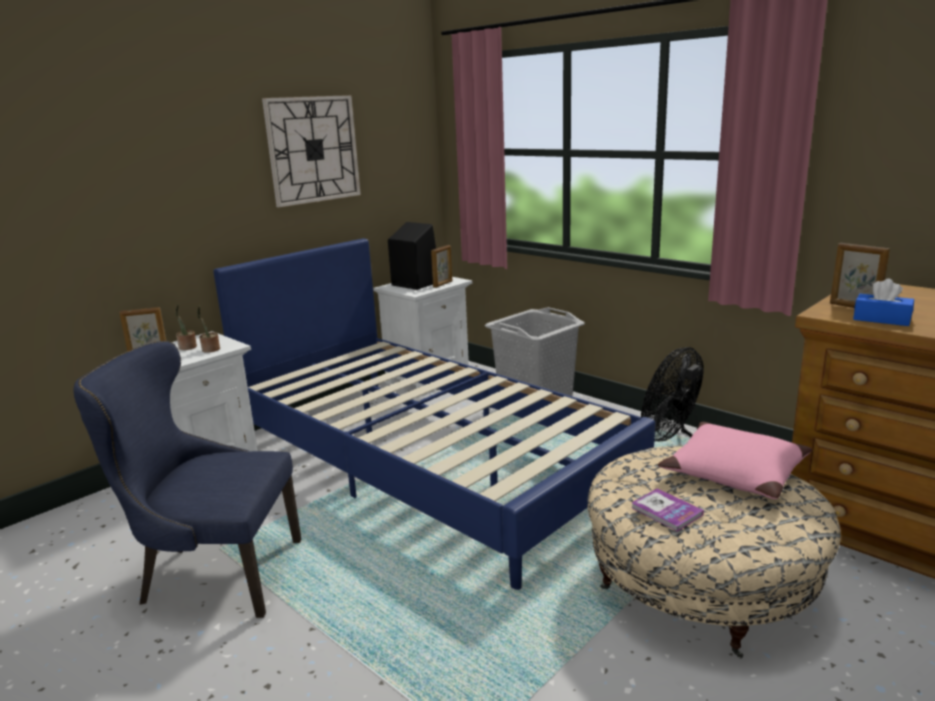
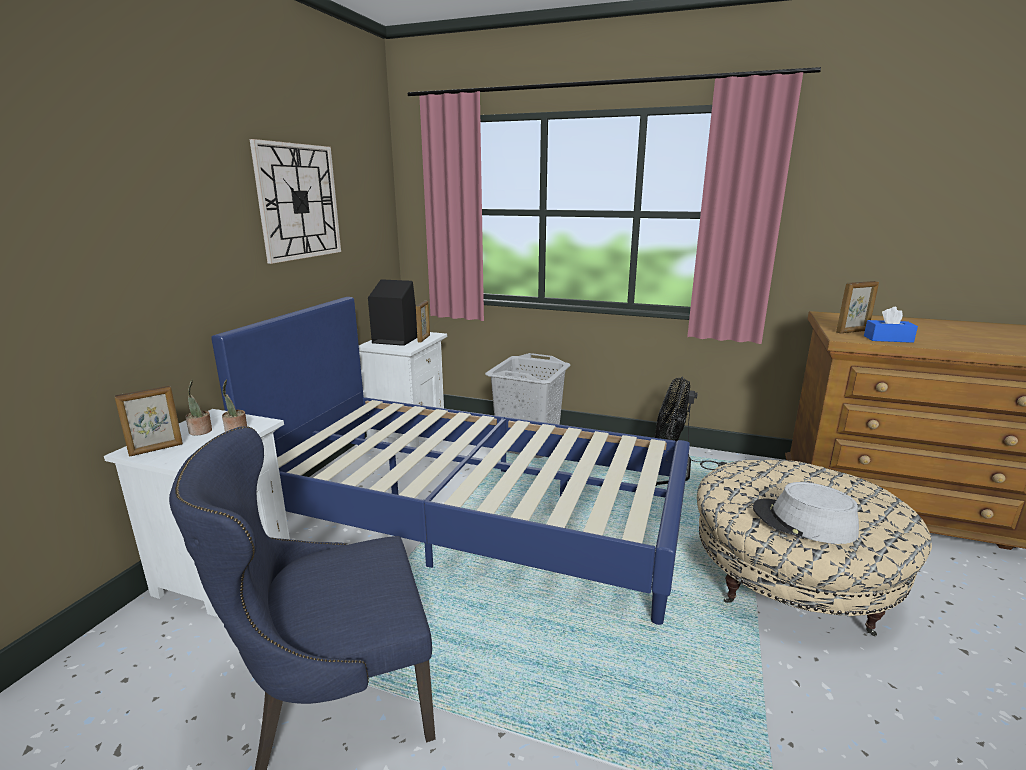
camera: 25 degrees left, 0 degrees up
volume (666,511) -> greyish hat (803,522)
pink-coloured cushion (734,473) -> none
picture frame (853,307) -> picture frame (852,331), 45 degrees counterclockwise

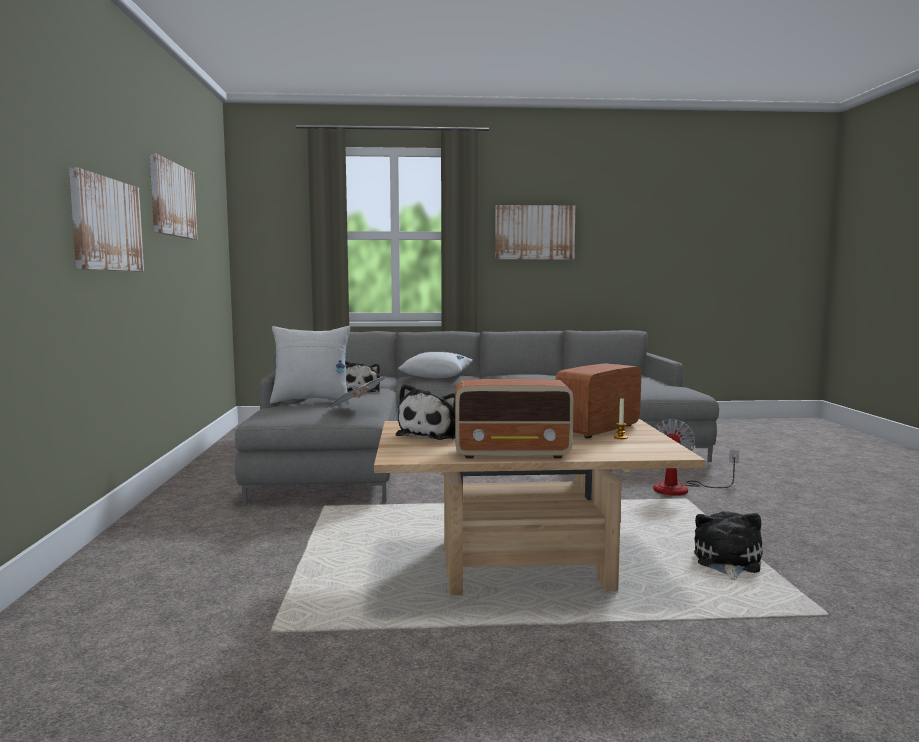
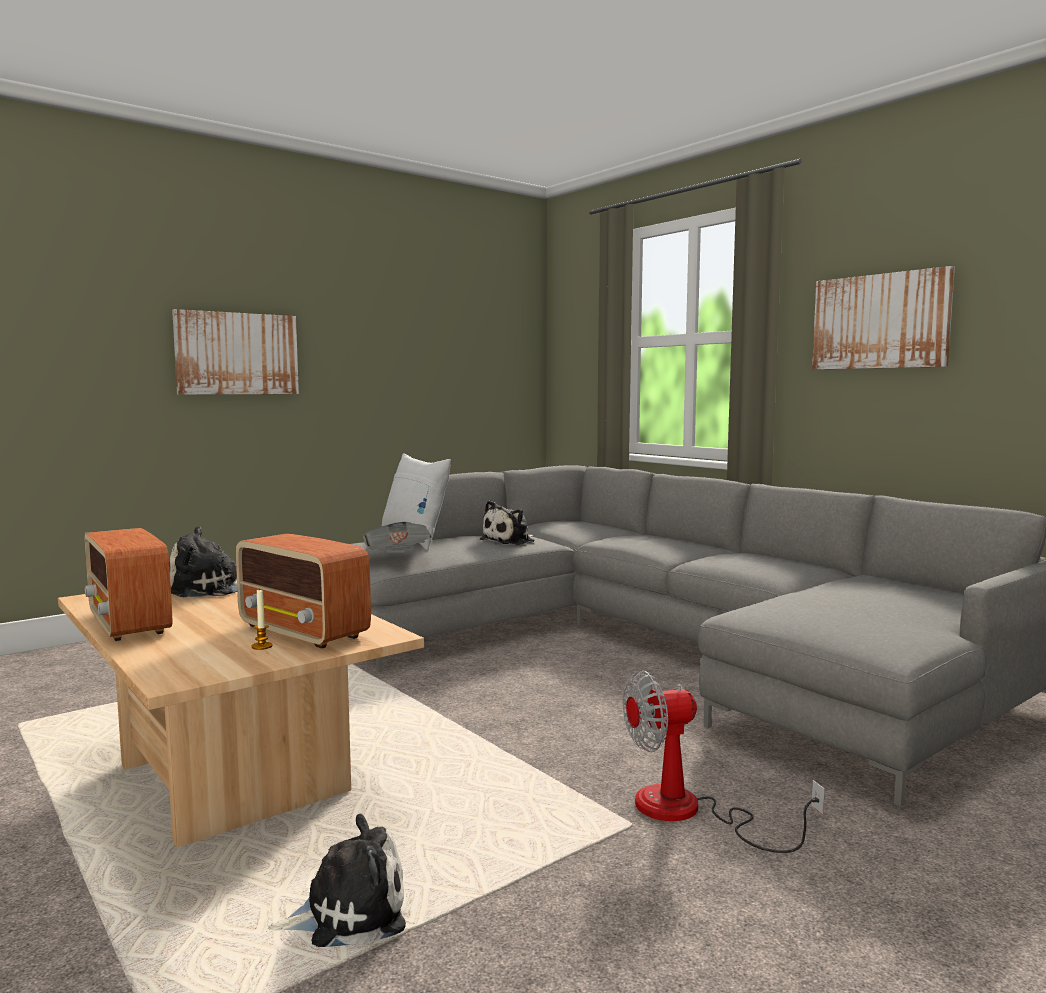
camera: 55 degrees right, 0 degrees up
wall art (172,200) -> none
greyish cushion (436,377) -> none
radio set (597,429) -> radio set (304,632), 150 degrees counterclockwise

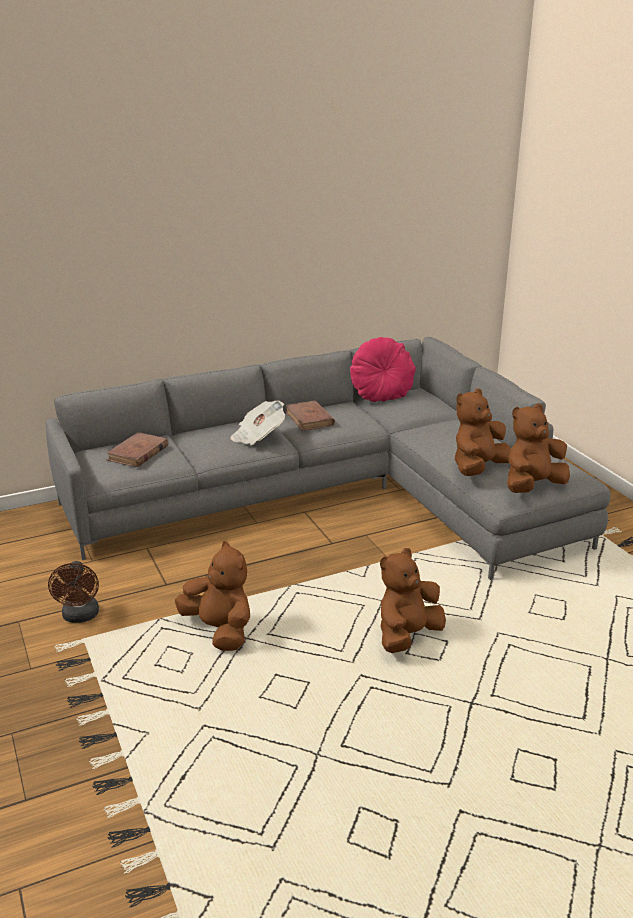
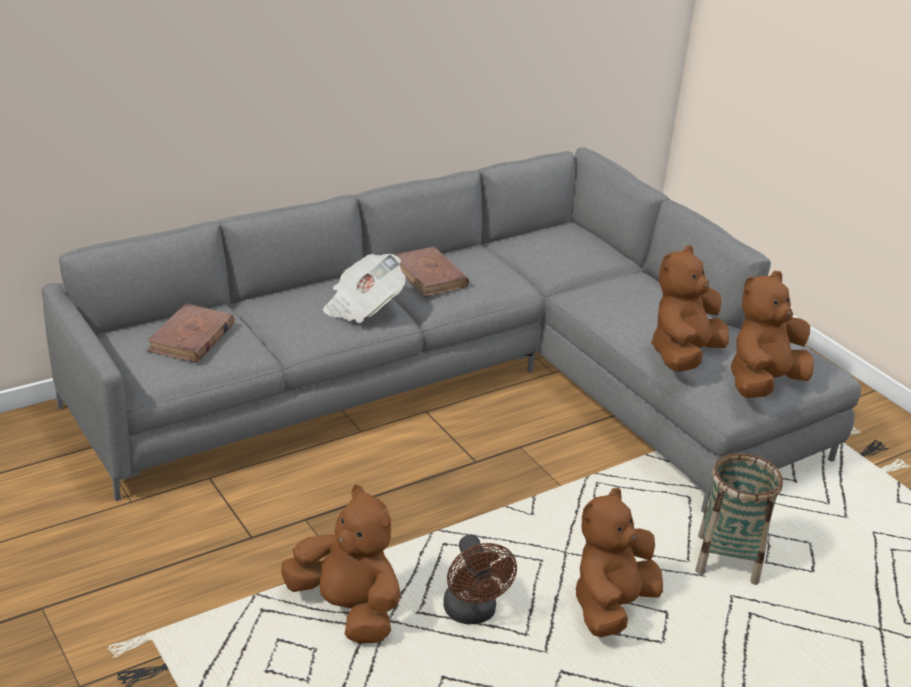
camera: 10 degrees left, 5 degrees up
brown-coloured cooling fan (80,617) -> brown-coloured cooling fan (472,613), move
pink-coloured cushion (381,397) -> none
none -> household basket (727,559)

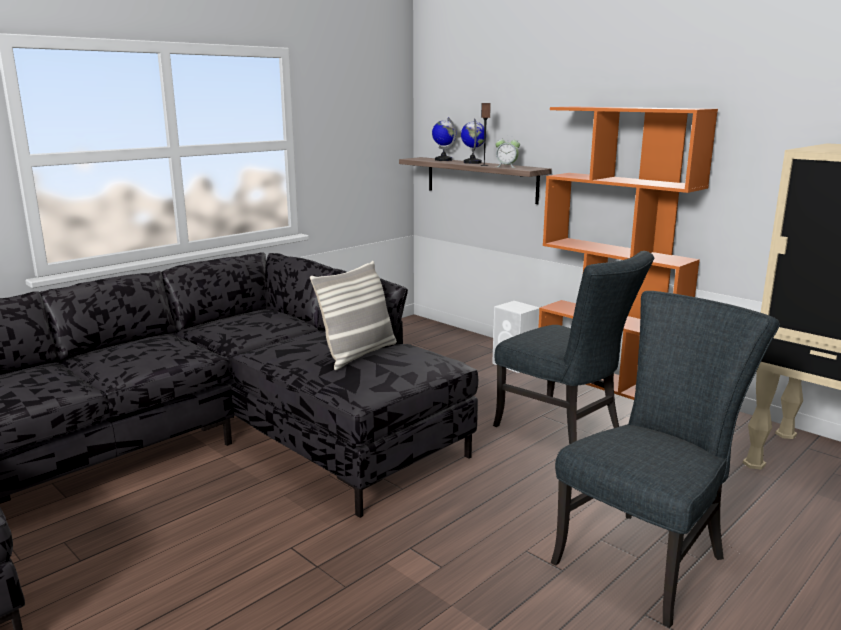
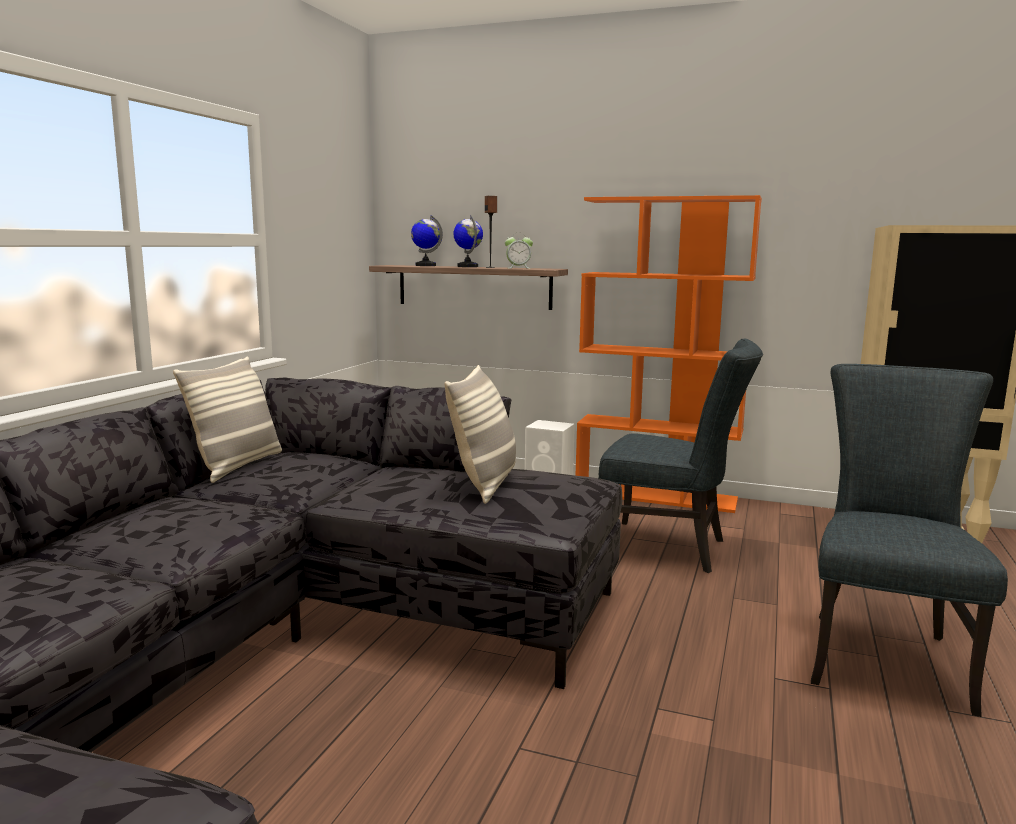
camera: 25 degrees left, 5 degrees down
none -> cushion (237,466)

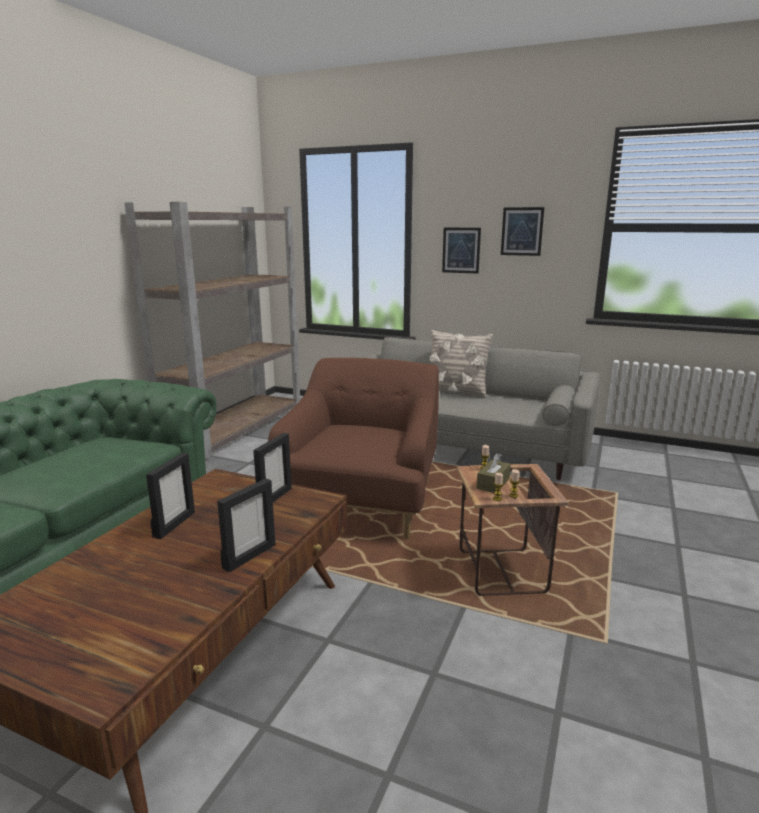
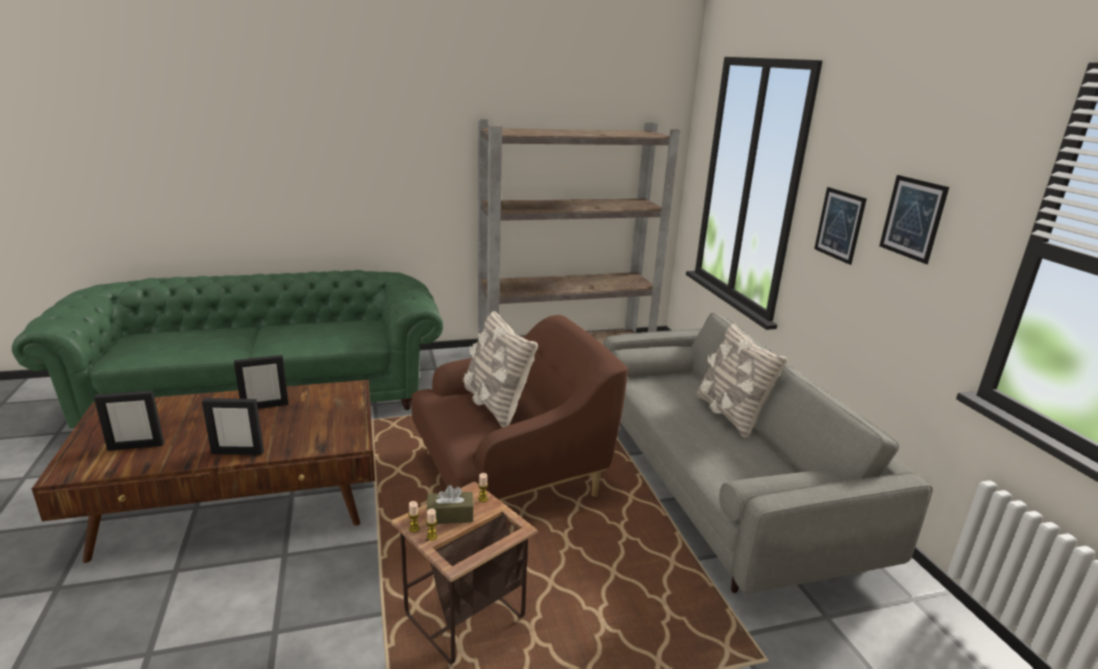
camera: 50 degrees right, 5 degrees up
picture frame (274,498) -> picture frame (136,446), move
none -> sand-coloured cushion (495,405)

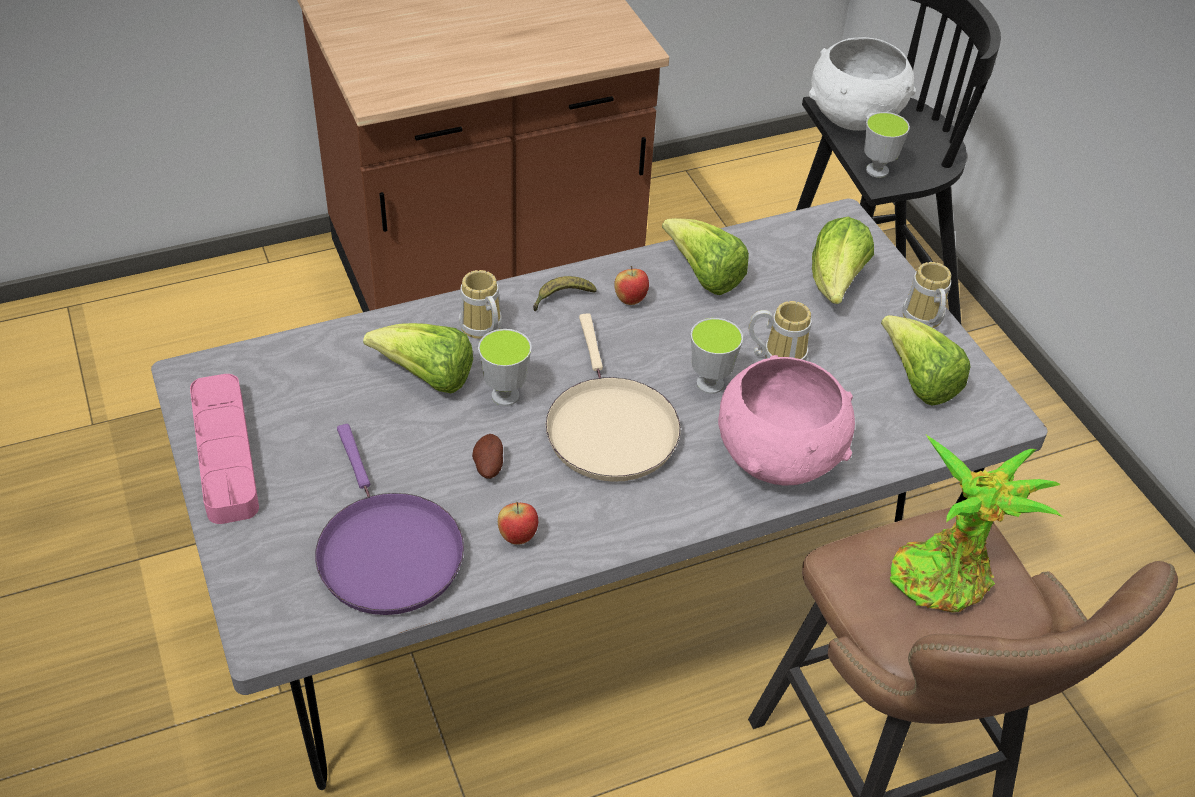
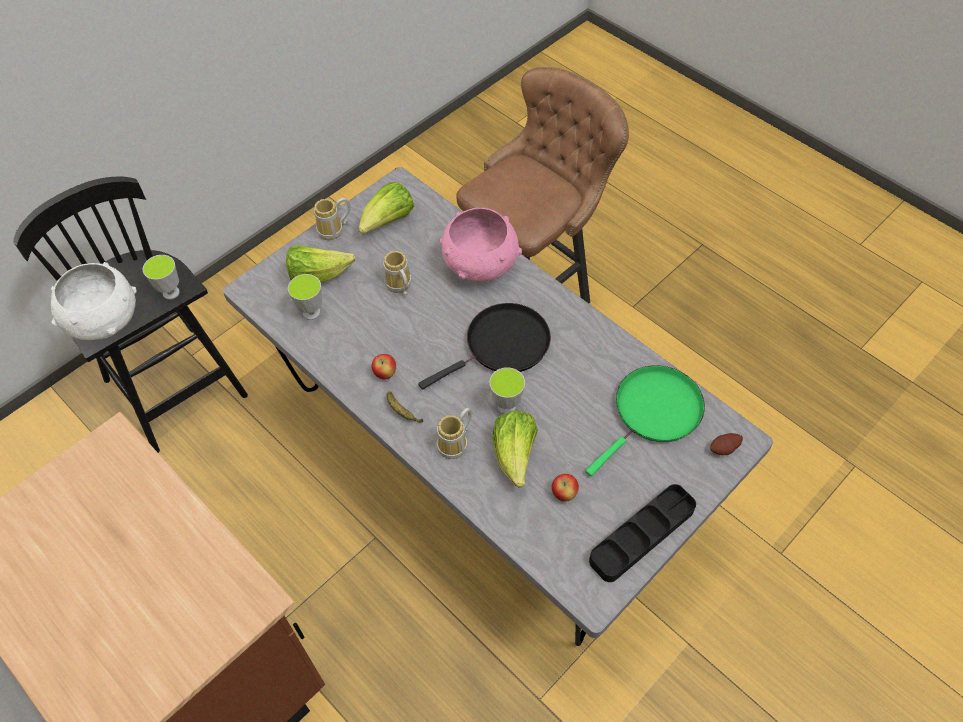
camera: 110 degrees left, 10 degrees up
pink-coloured carrying tray (225,453) -> blackish carrying tray (641,535)
purple-coloured frying pan (386,551) -> green-coloured frying pan (654,412)
potato (487,466) -> potato (724,449), move
whole apple (518,537) -> whole apple (564,494), move
sand-coloured frying pan (609,428) -> blackish frying pan (503,345)
lettuce (704,276) -> none
small cup (710,384) -> small cup (311,313), move
plant in a pot (947,574) -> none

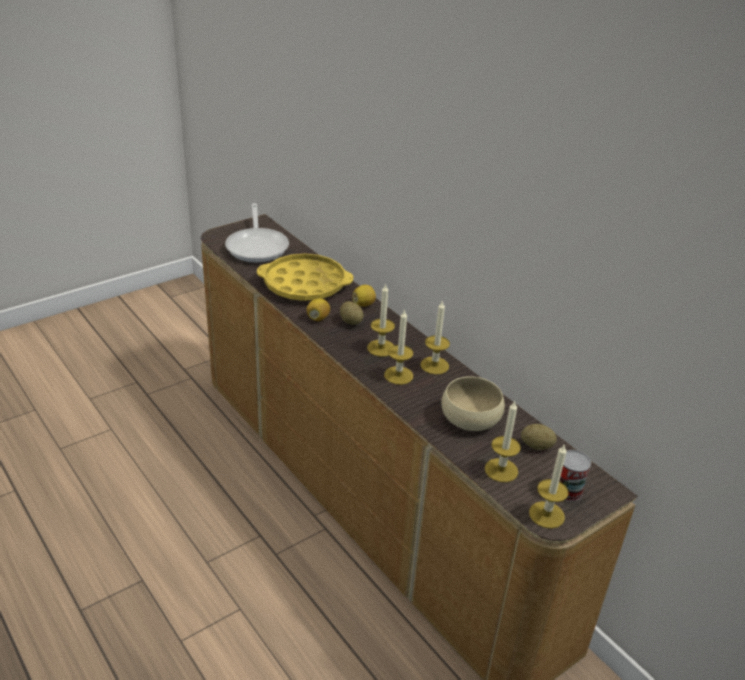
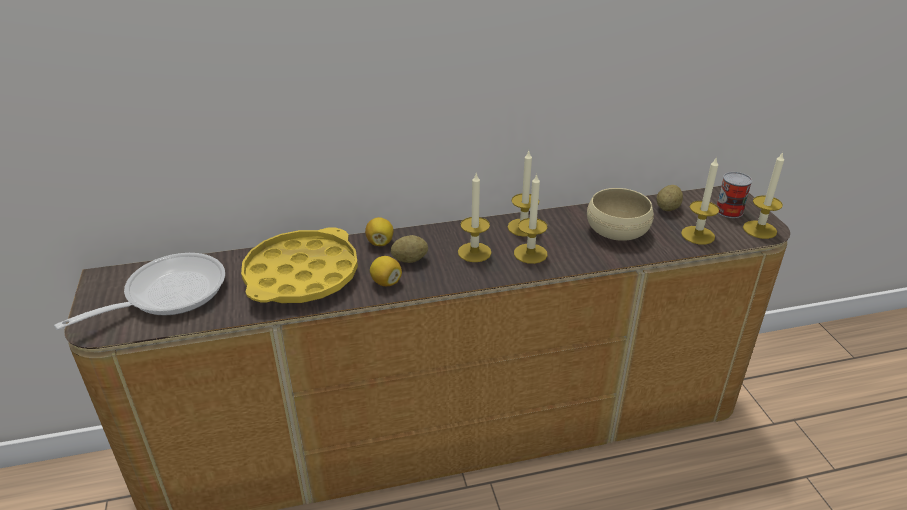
camera: 65 degrees left, 0 degrees up
frying pan (257,246) -> frying pan (167,294), 60 degrees counterclockwise

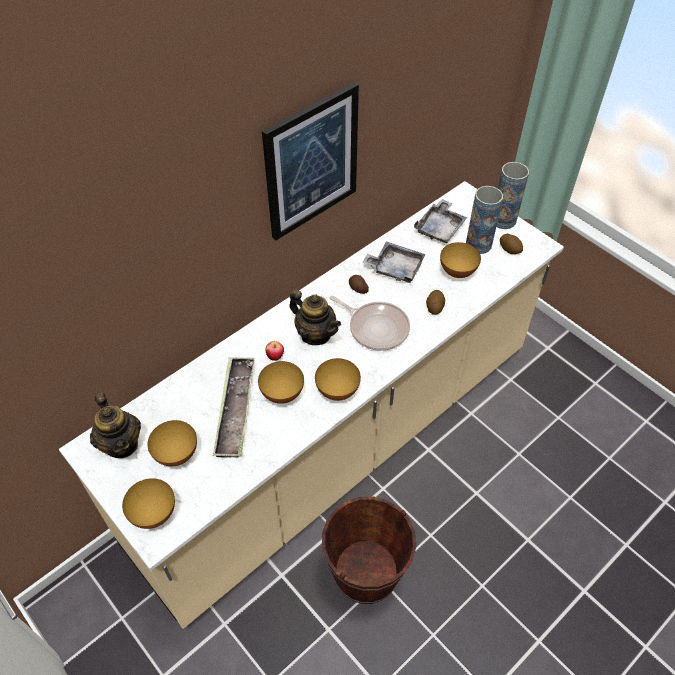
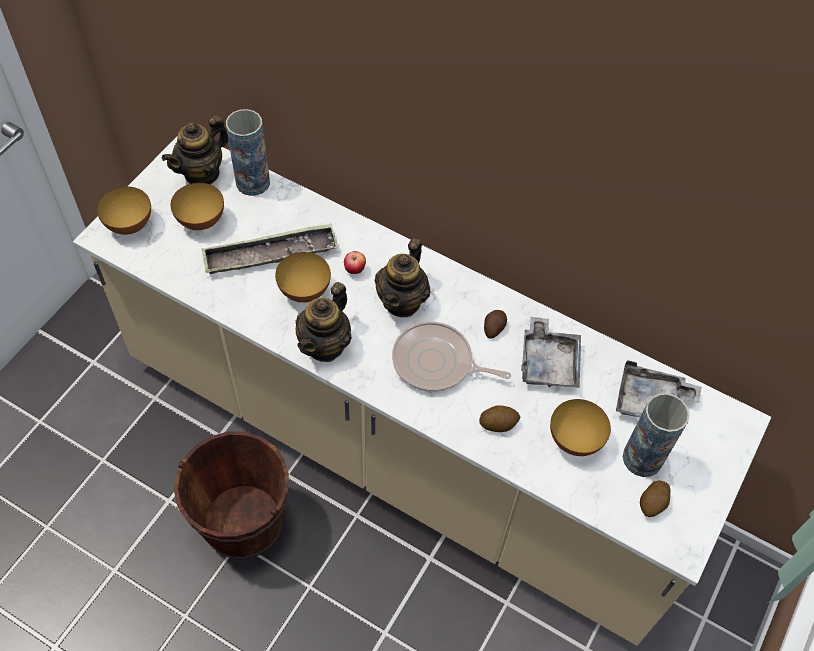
camera: 70 degrees right, 5 degrees up
wall art (311,162) -> none
serving bowl (337,391) -> tea pot (325,345)
frying pan (376,328) -> frying pan (436,363), 90 degrees clockwise
vase (503,220) -> vase (253,182), move

